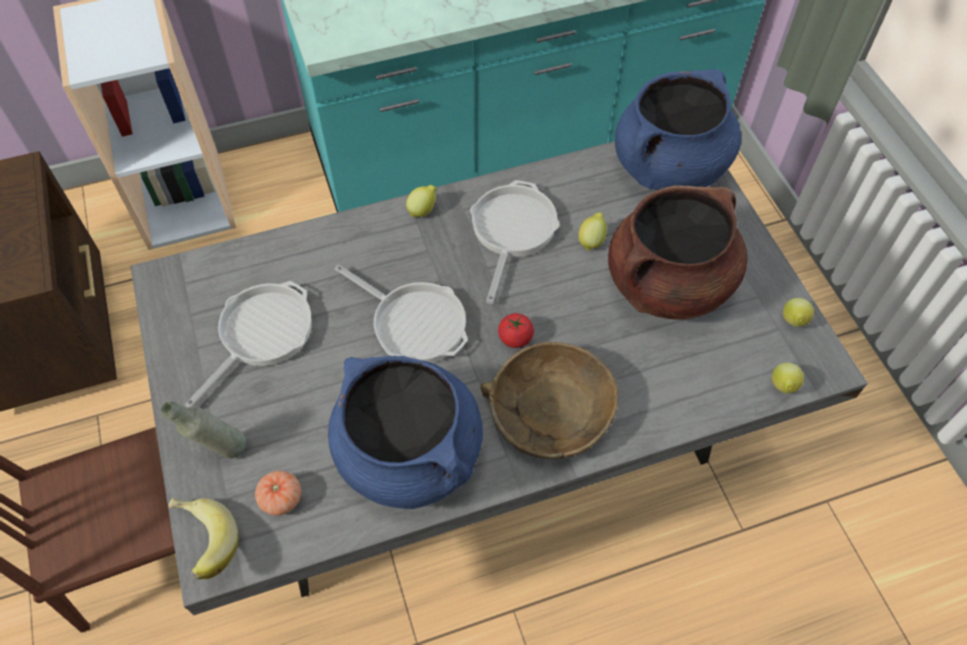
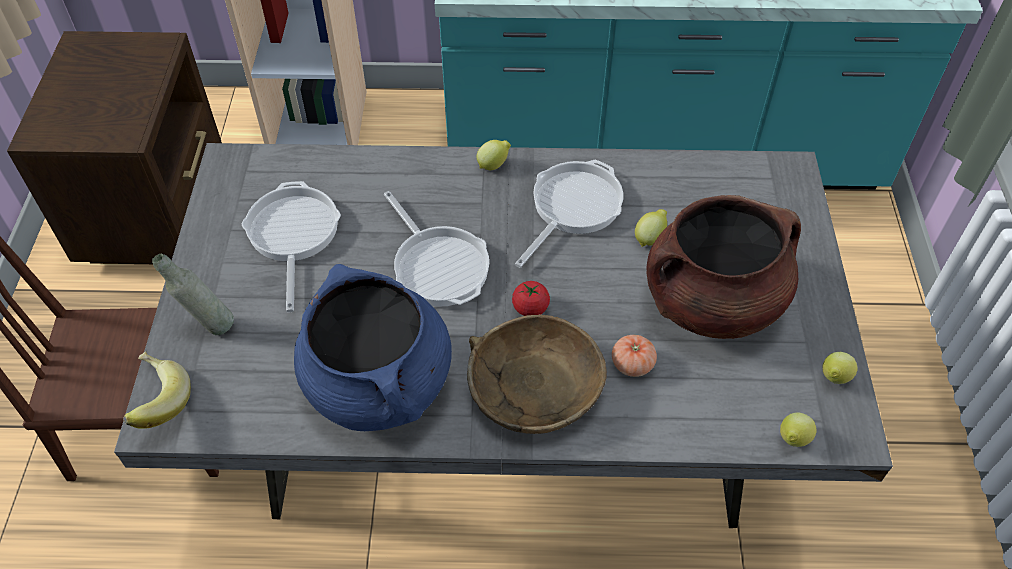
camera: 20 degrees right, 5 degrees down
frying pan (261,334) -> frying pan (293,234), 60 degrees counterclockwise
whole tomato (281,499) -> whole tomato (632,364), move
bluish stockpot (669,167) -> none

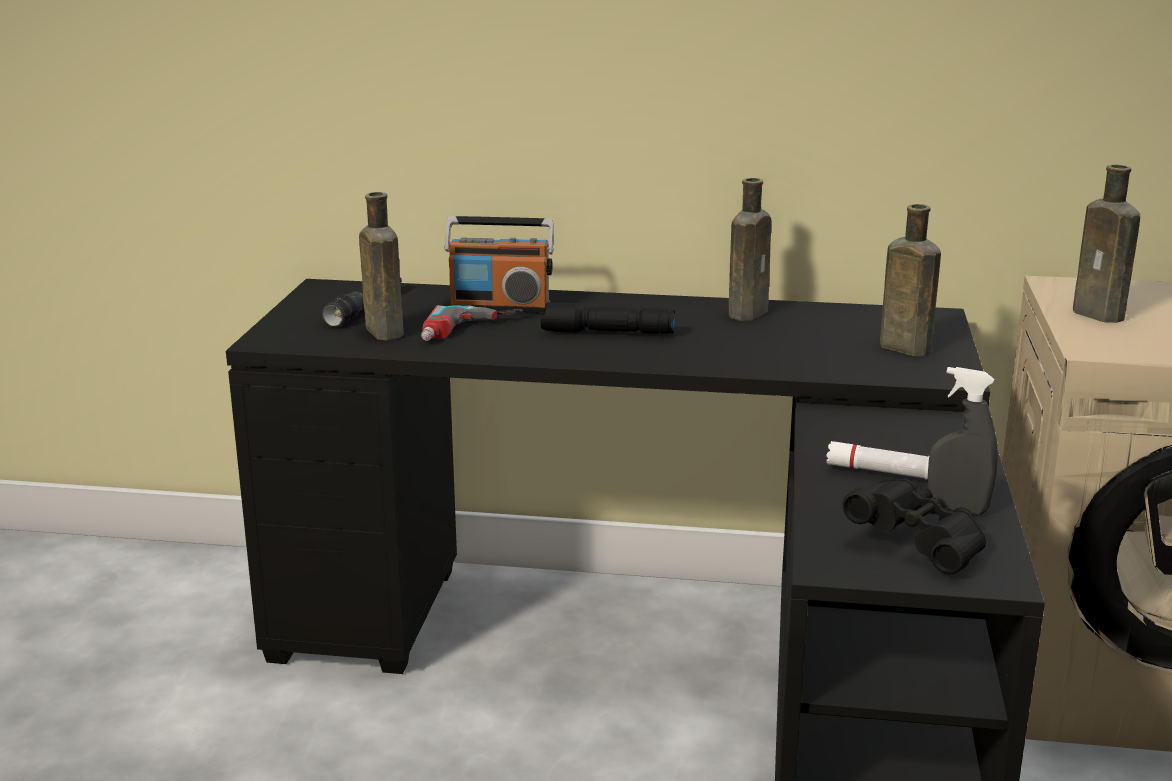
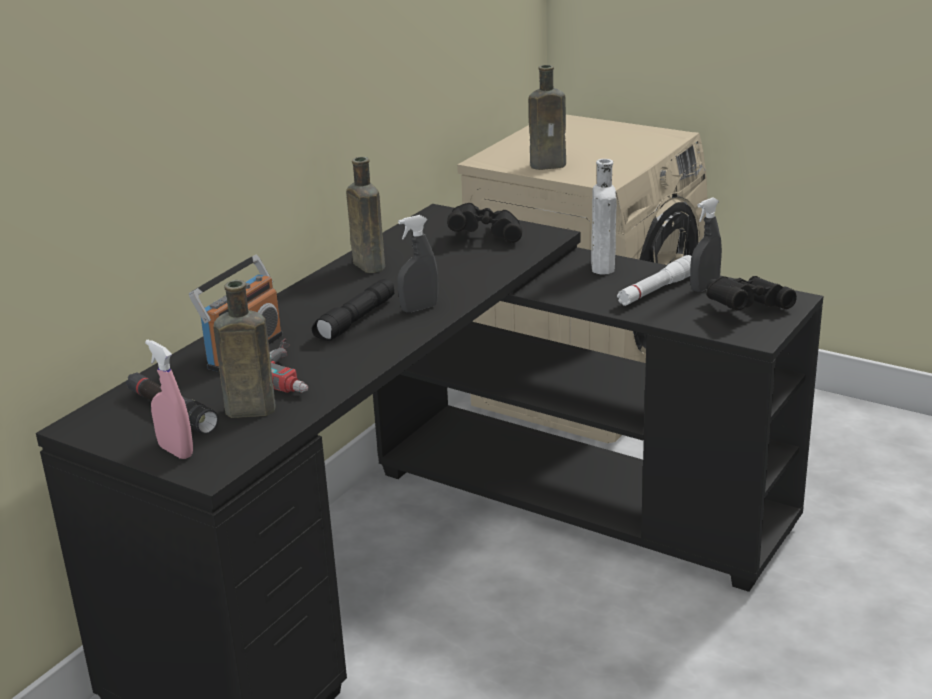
camera: 65 degrees left, 5 degrees up
brown-coloured bottle (901,347) -> blackish pair of binoculars (486,236)
none -> pink-coloured spray bottle (176,451)
none -> greyish spray bottle (419,308)
none -> white-coloured bottle (603,267)

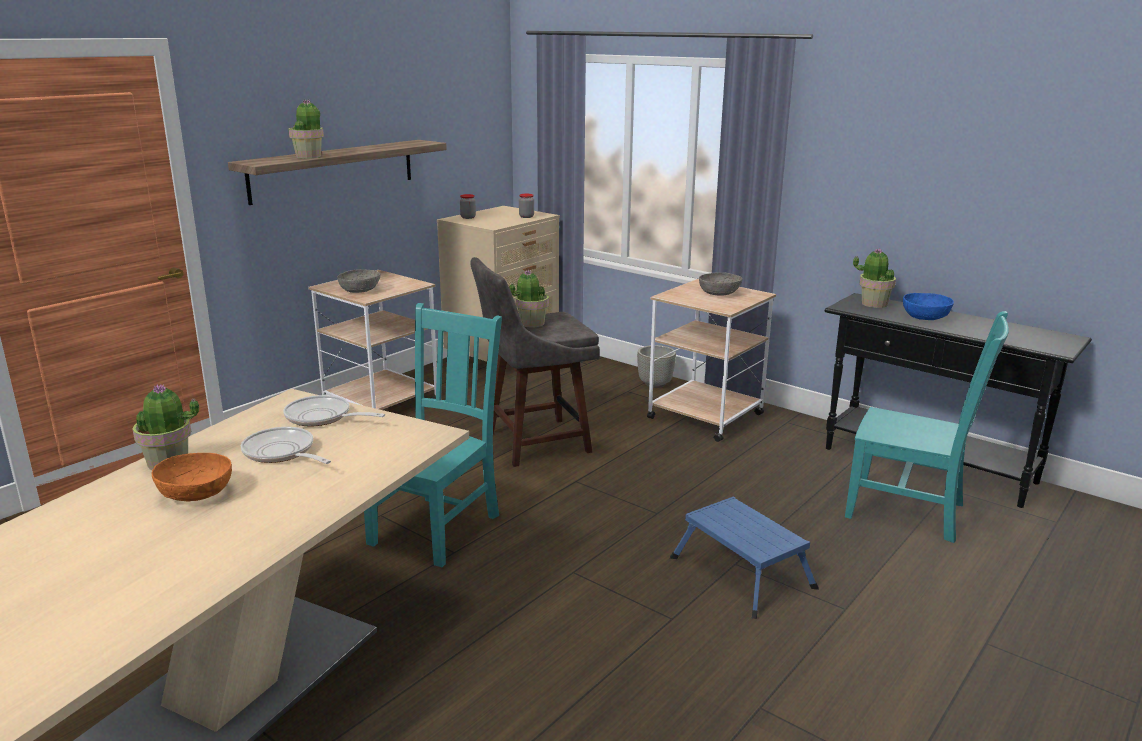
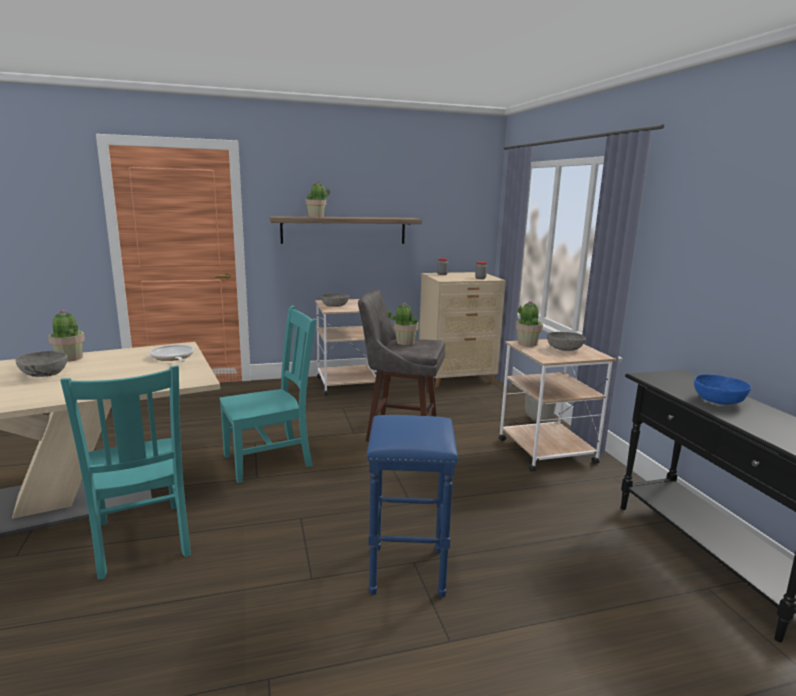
camera: 35 degrees right, 5 degrees down
orange serving bowl (196,493) -> greyish serving bowl (44,374)
frying pan (282,453) -> none
bluish step stool (742,573) -> bluish stool seat (409,571)
turquoise chair (909,511) -> turquoise chair (142,541), move
plant in a pot (873,304) -> plant in a pot (527,343), move

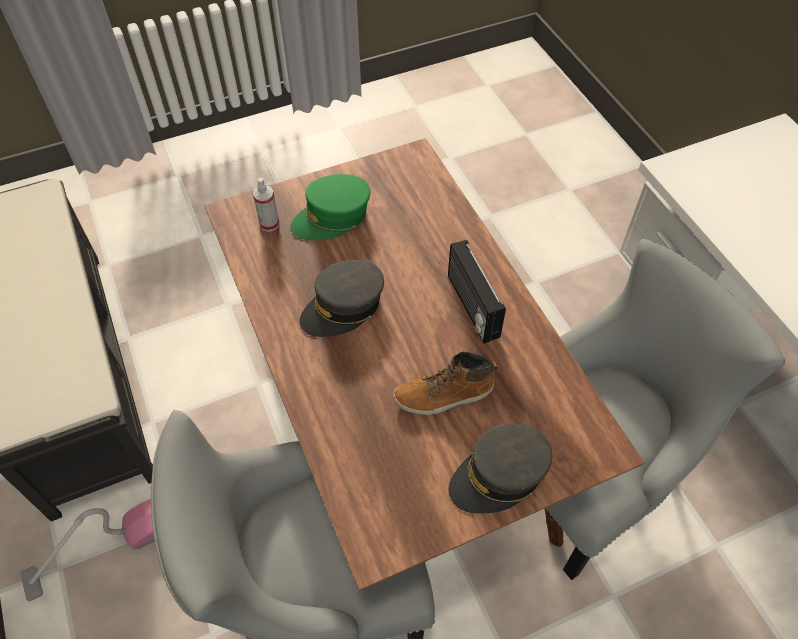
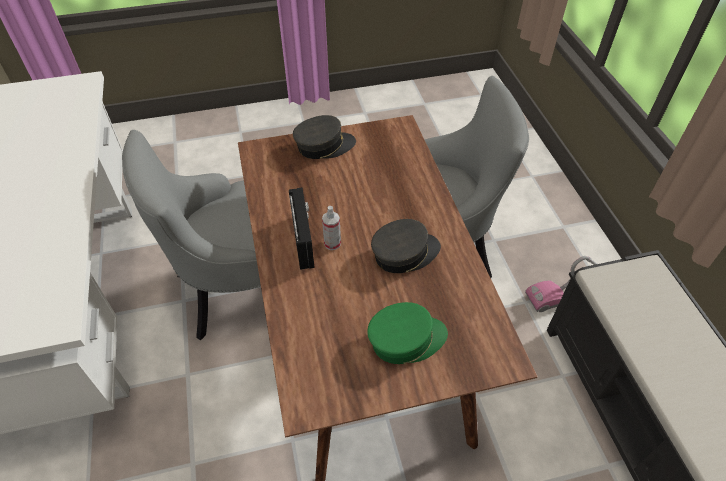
camera: 170 degrees left, 5 degrees down
spray bottle (269,224) -> spray bottle (332,243), move
tall boot (444,395) -> none

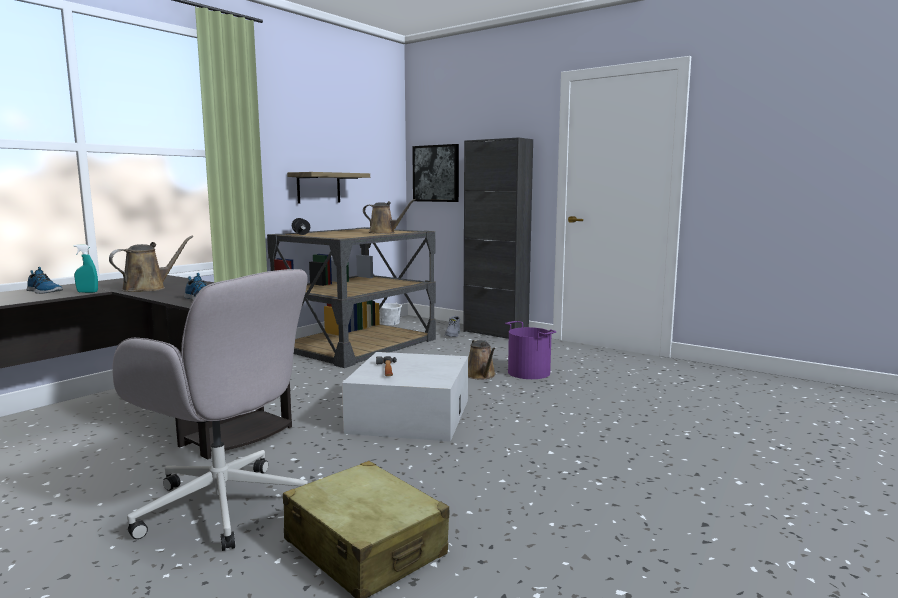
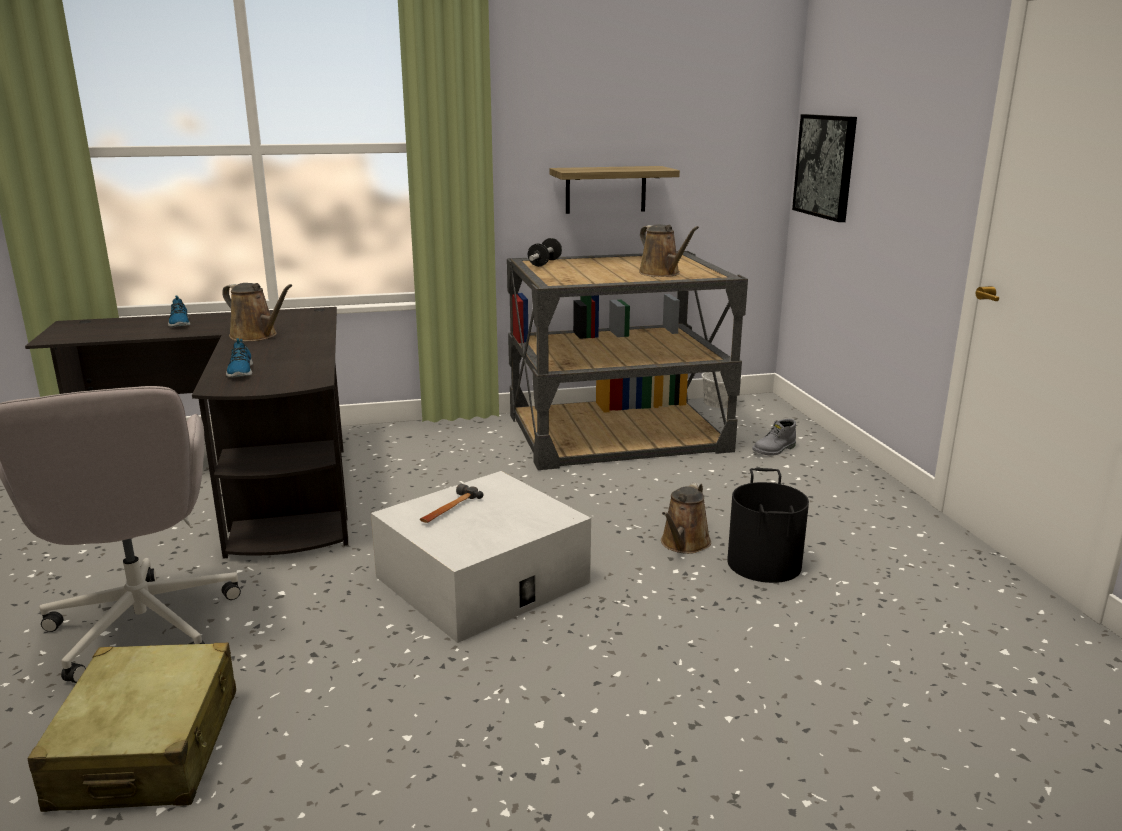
camera: 40 degrees right, 10 degrees up
turquoise spray bottle (87,292) -> none
brown-coloured sprinkling can (148,288) -> brown-coloured sprinkling can (256,336), 45 degrees clockwise
blackish storage cabinet (495,333) -> none
purple-coloured water bucket (529,372) -> blackish water bucket (765,563)

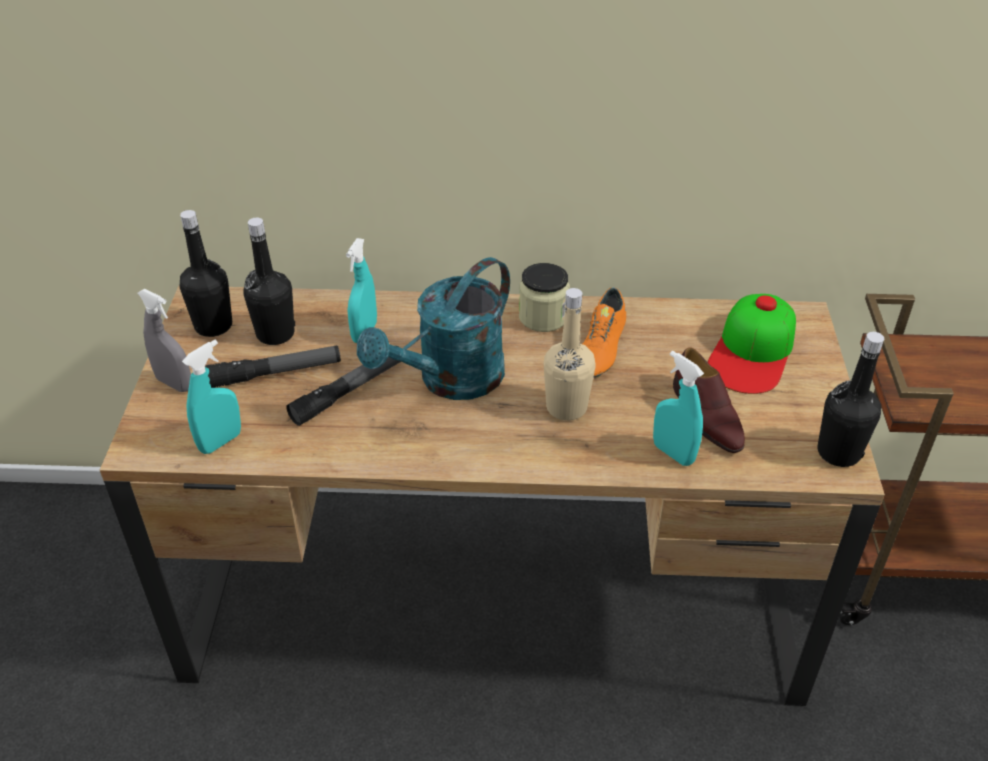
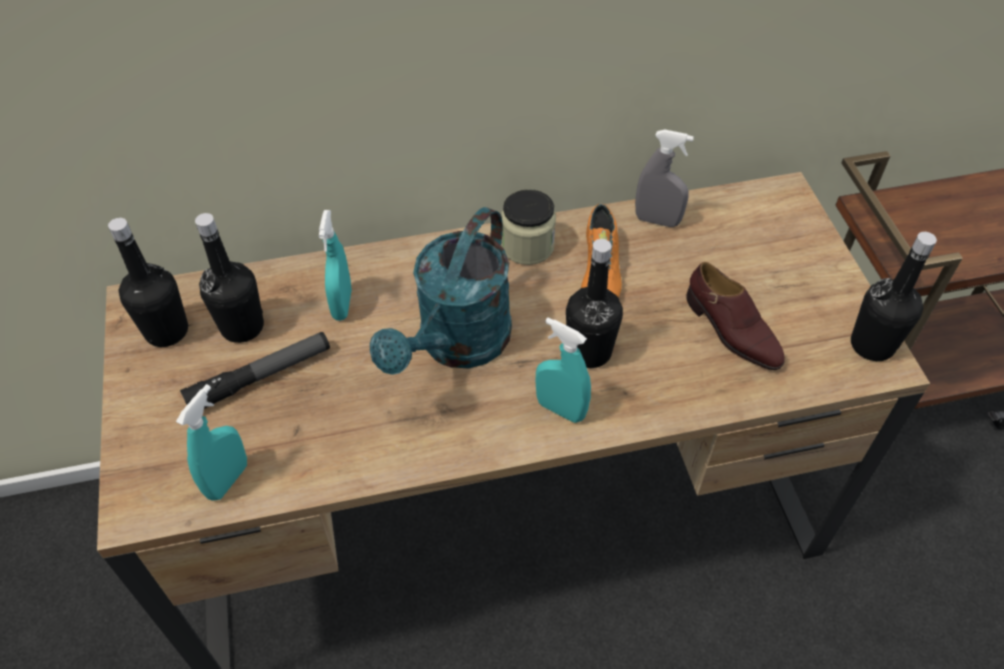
camera: 15 degrees left, 10 degrees up
greyish spray bottle (174,383) -> greyish spray bottle (657,220), move
hand torch (349,391) -> none
sand-coloured bottle (566,407) -> blackish bottle (589,351)
turquoise spray bottle (673,453) -> turquoise spray bottle (560,409), move
peaked cap (752,352) -> none

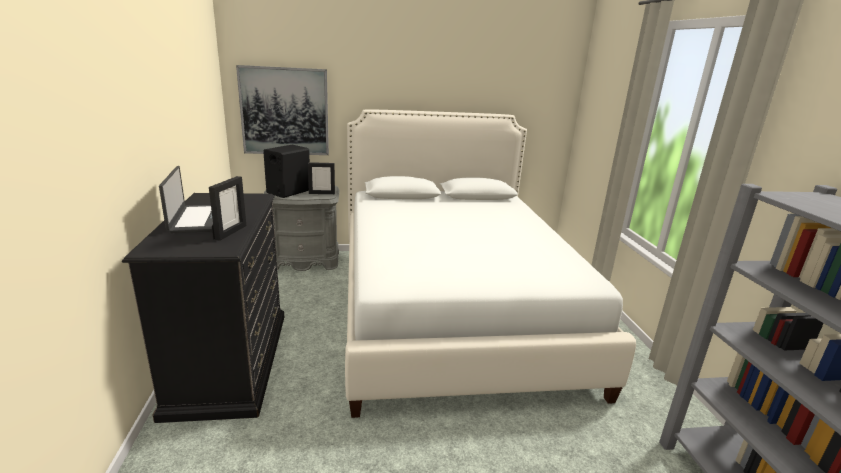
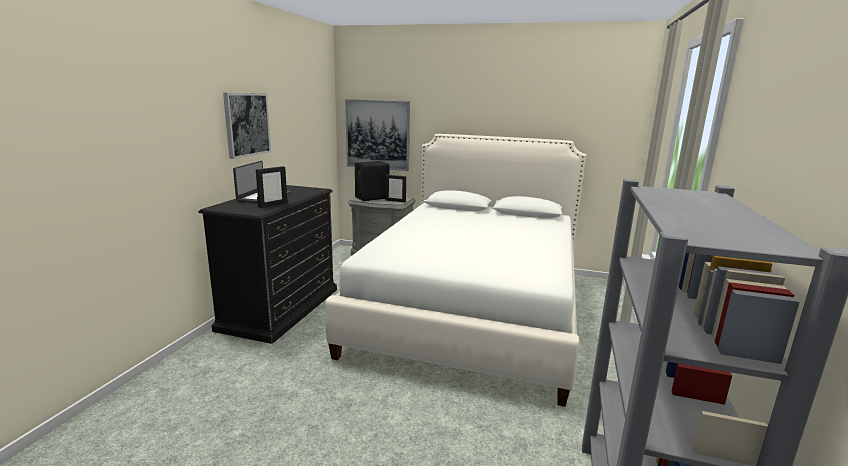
camera: 25 degrees right, 5 degrees down
none -> wall art (247,124)

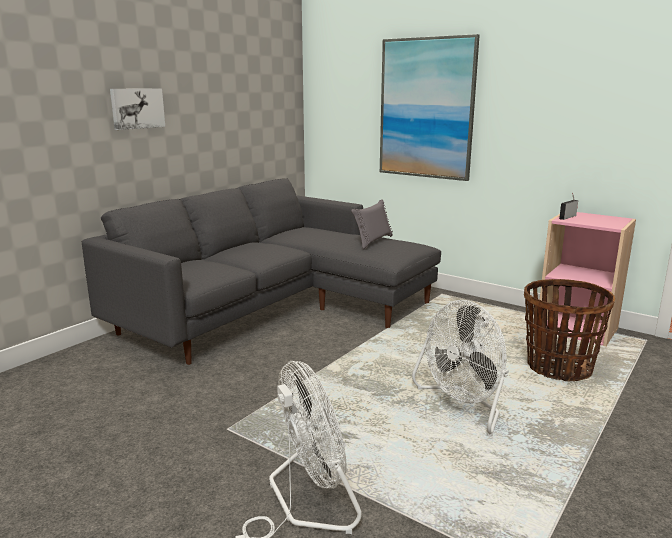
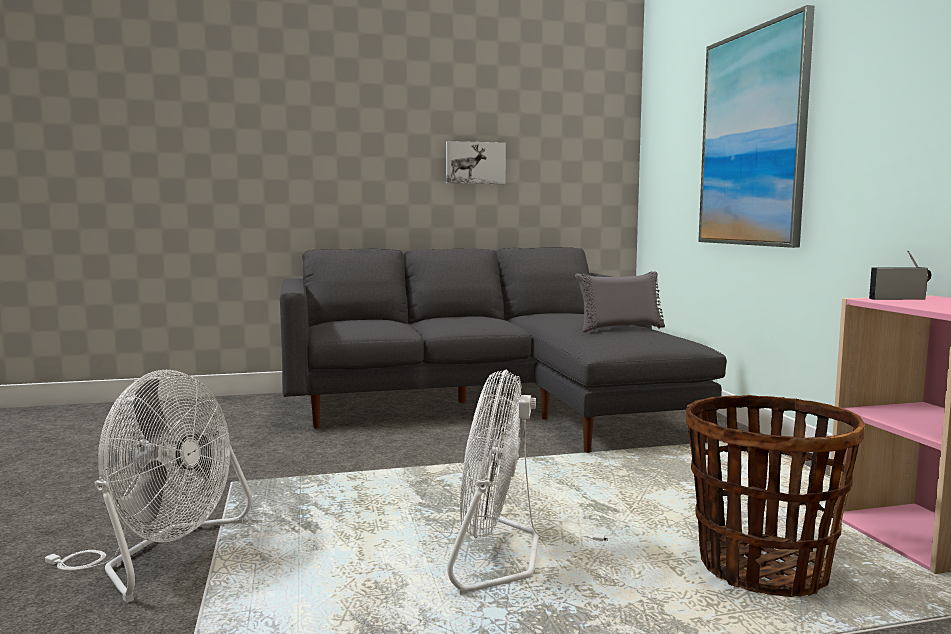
camera: 40 degrees right, 10 degrees down
wall art (137,108) -> wall art (475,163), move

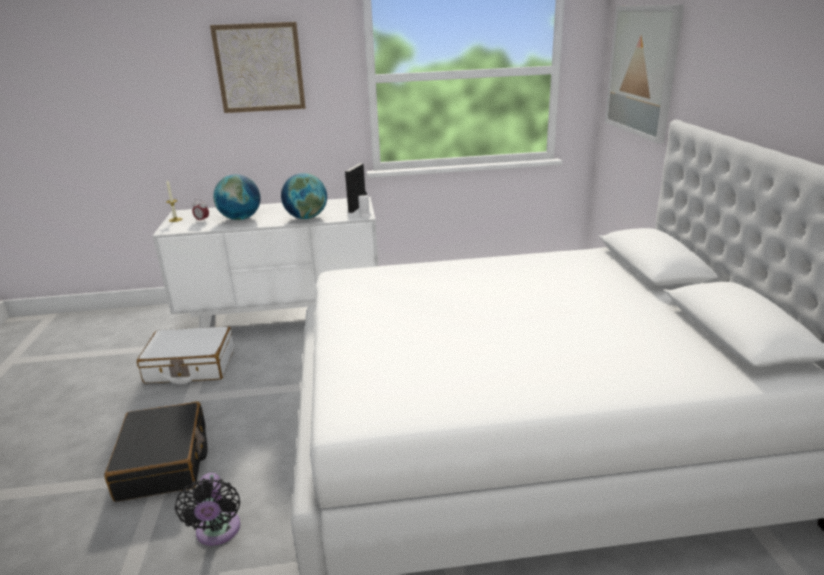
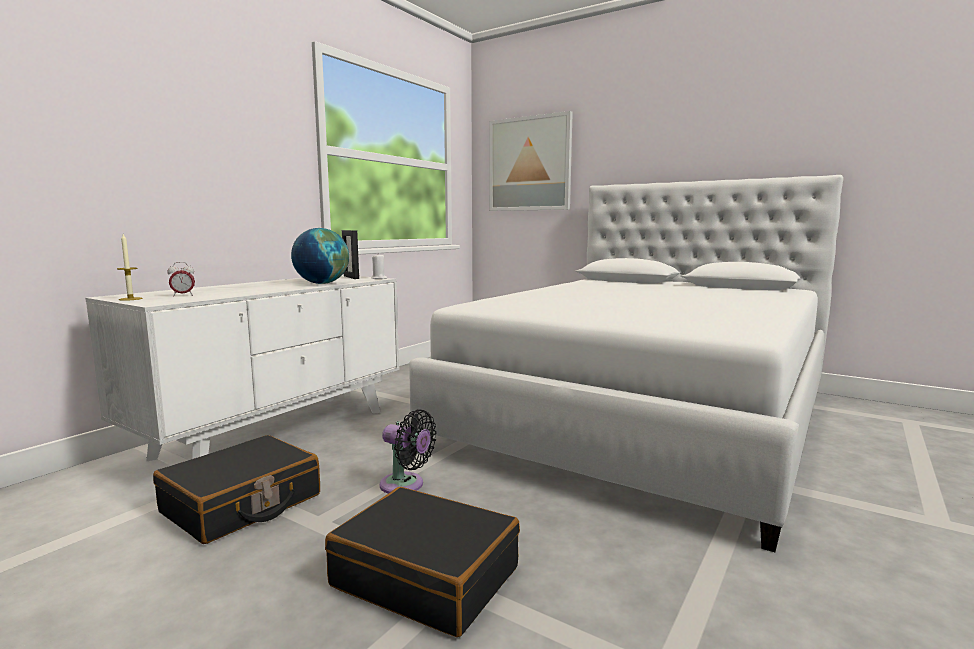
camera: 50 degrees left, 15 degrees down
white-coloured piece of luggage (190,366) -> blackish piece of luggage (242,504)
blackish cooling fan (218,532) -> blackish cooling fan (405,485), move
wall art (259,67) -> none
world globe (240,218) -> none

